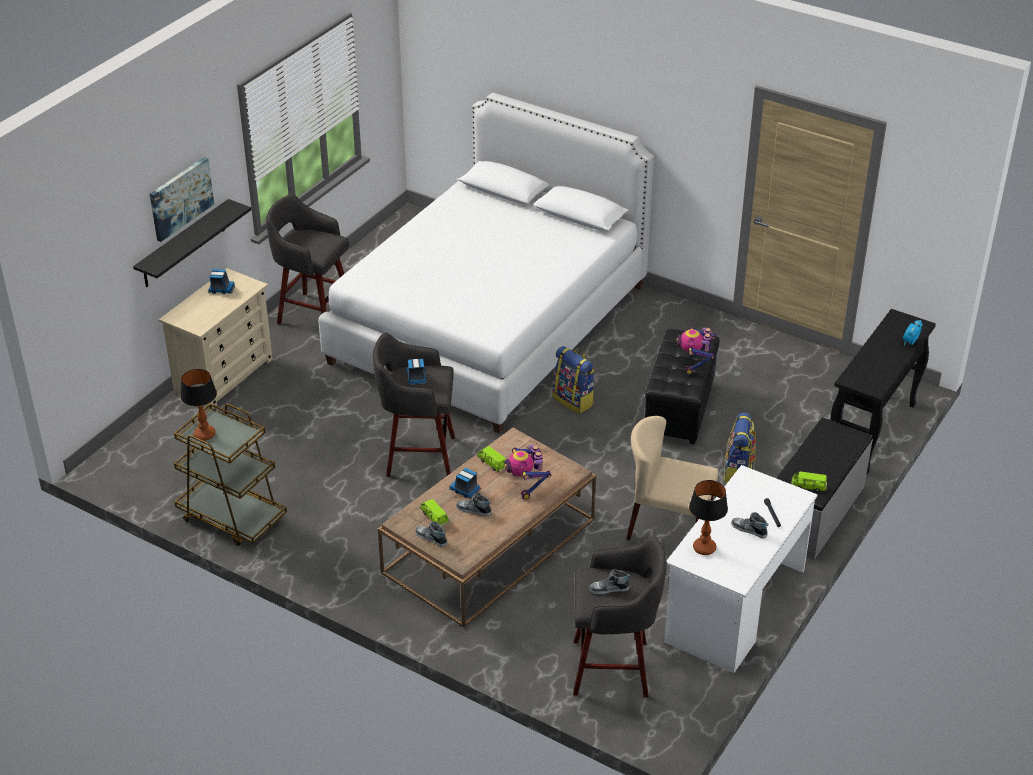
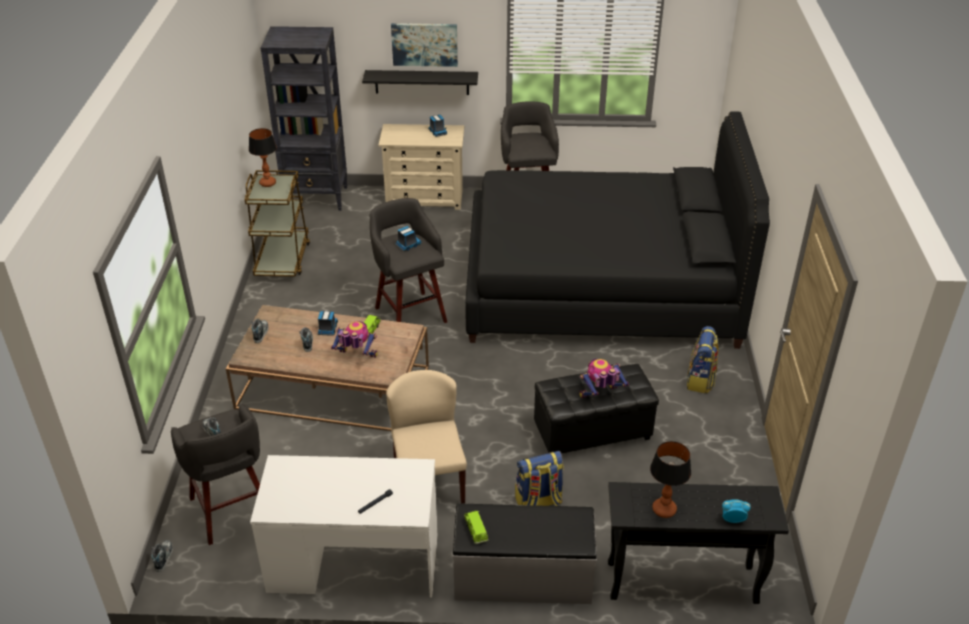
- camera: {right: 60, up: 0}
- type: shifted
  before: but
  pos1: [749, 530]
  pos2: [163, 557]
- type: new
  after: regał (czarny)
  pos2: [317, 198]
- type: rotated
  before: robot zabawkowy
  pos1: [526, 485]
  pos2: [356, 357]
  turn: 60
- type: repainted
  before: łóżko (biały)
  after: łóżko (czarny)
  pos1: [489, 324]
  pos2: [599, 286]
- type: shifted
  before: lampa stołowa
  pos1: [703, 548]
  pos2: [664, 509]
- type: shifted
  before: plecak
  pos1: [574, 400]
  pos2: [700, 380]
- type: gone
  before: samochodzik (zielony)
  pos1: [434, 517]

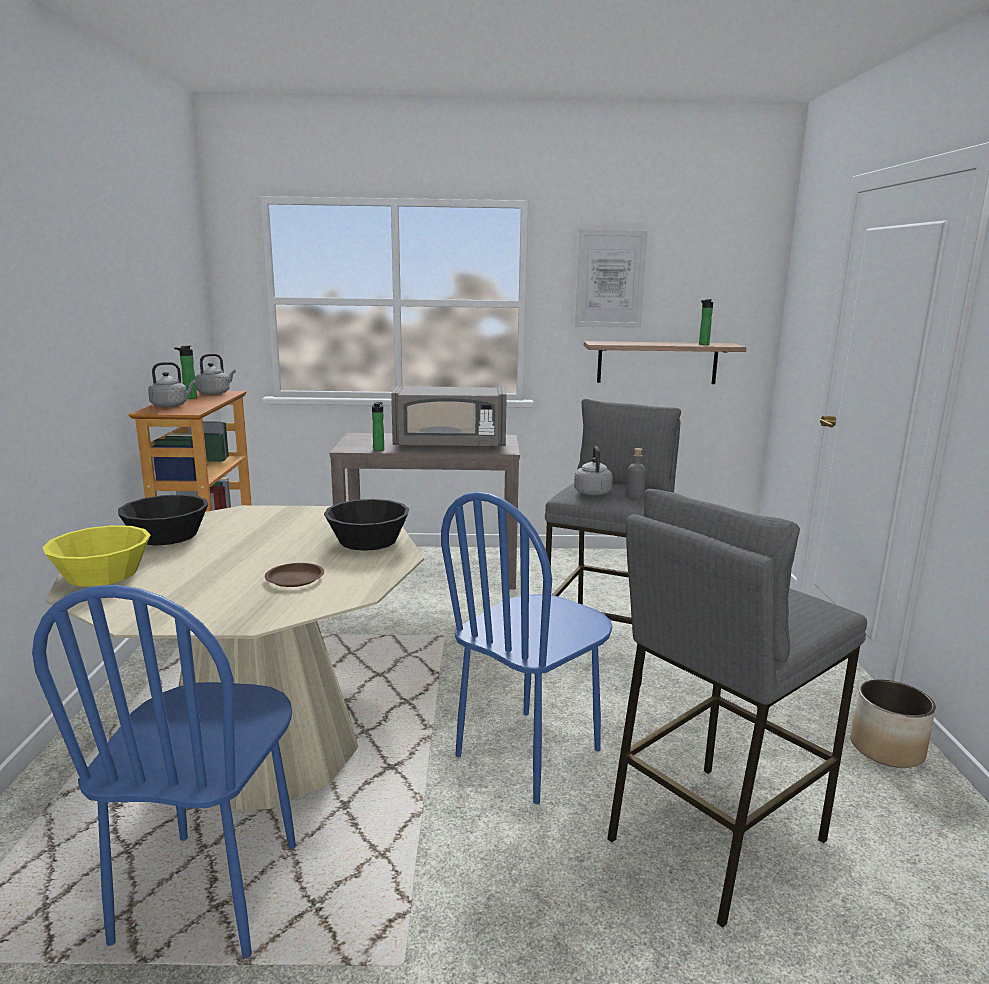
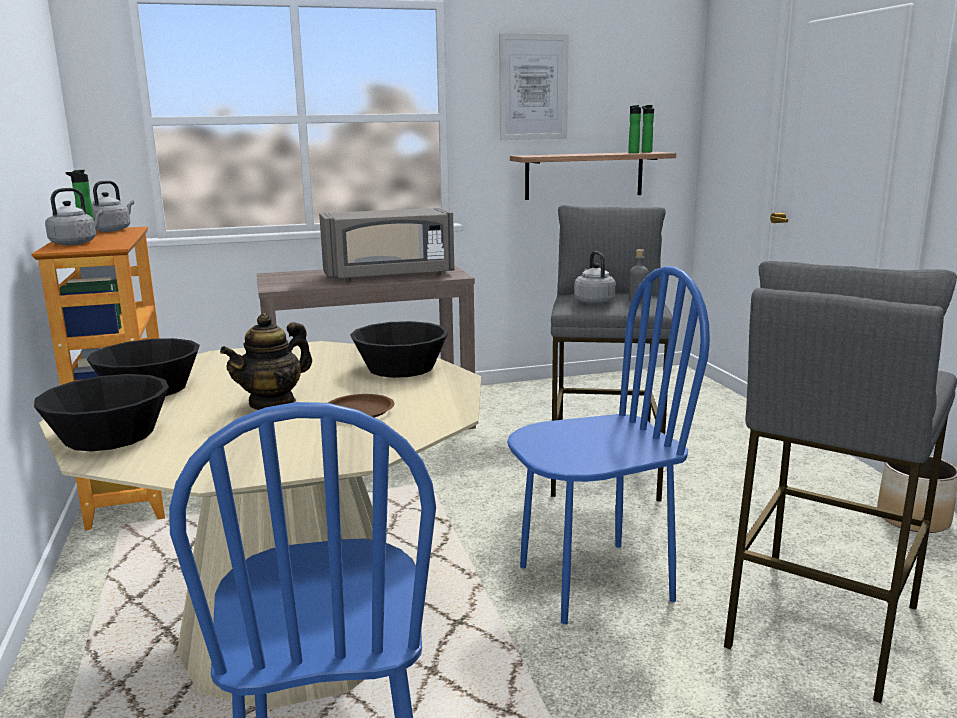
- camera: {right: -15, up: 0}
- type: repainted
  before: miska (żółty)
  after: miska (czarny)
  pos1: [102, 573]
  pos2: [108, 435]
- type: new
  after: imbryk
  pos2: [272, 403]
- type: rotated
  before: krzesło (niebieski)
  pos1: [529, 753]
  pos2: [594, 582]
  turn: -135
- type: shifted
  before: butelka
  pos1: [379, 449]
  pos2: [646, 152]

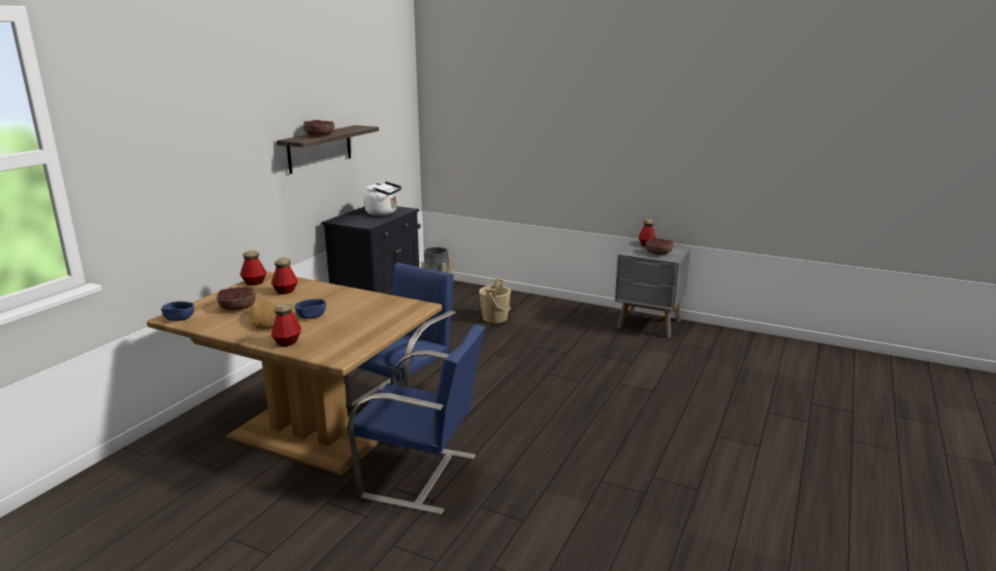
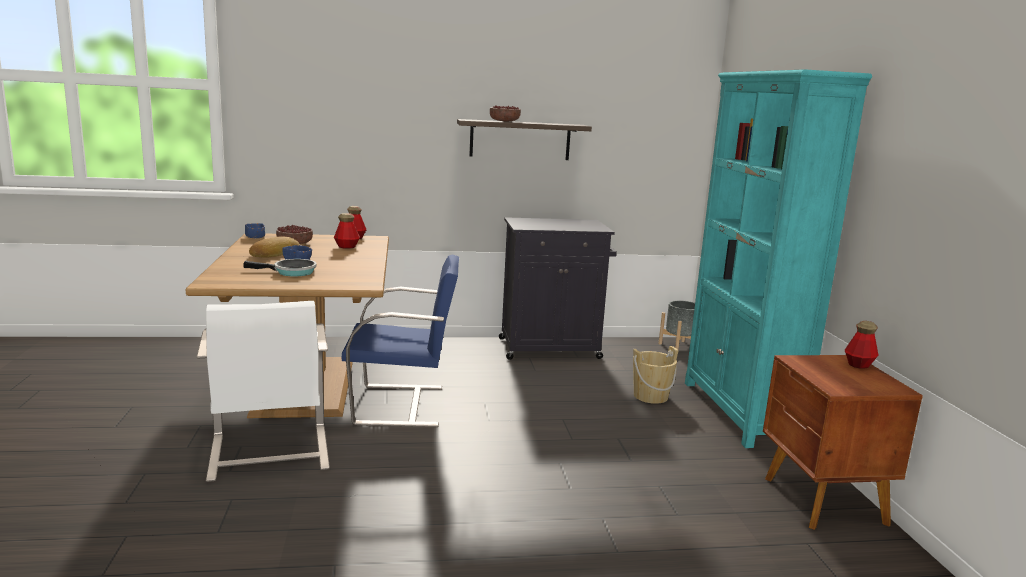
- camera: {right: 55, up: -5}
- type: repainted
  before: krzesło (niebieski)
  after: krzesło (biały)
  pos1: [421, 477]
  pos2: [268, 453]
- type: new
  after: patelnia
  pos2: [291, 272]
- type: new
  after: regał (turkusowy)
  pos2: [739, 412]
- type: repainted
  before: szafka nocna (szary)
  after: szafka nocna (brązowy)
  pos1: [649, 325]
  pos2: [823, 501]
- type: gone
  before: butelka
  pos1: [287, 342]
- type: gone
  before: czajnik (biały)
  pos1: [383, 213]
- type: gone
  before: miska
  pos1: [658, 253]

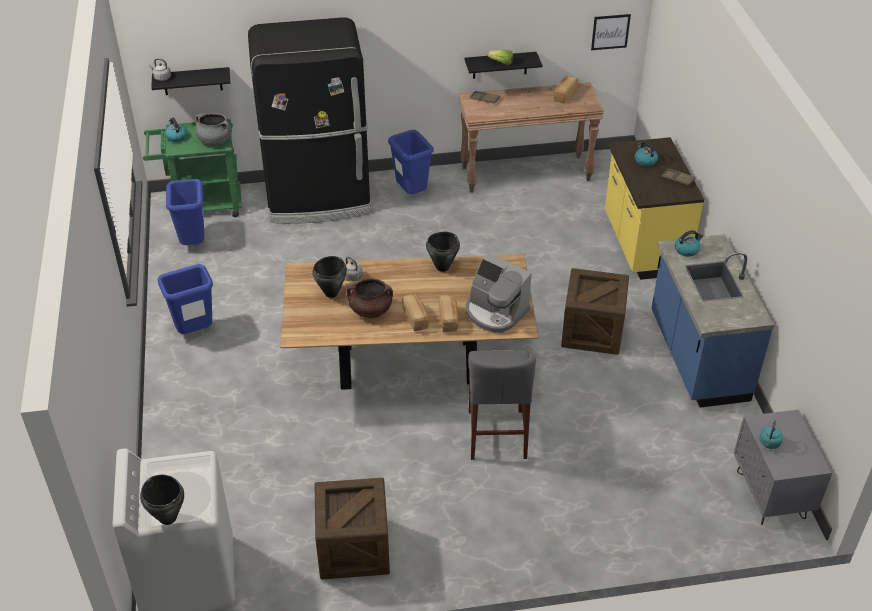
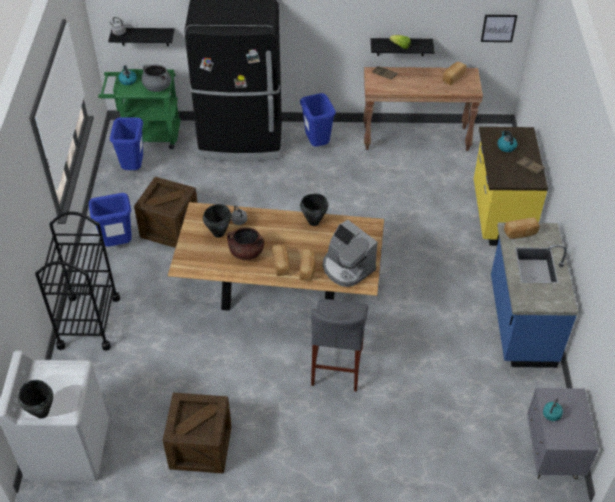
- camera: {right: 10, up: 5}
- type: new
  after: wózek (czarny)
  pos2: [89, 322]
- type: shifted
  before: skrzynka
  pos1: [592, 332]
  pos2: [170, 228]
- type: swapped
  before: czajnik
  after: chleb
  pos1: [687, 250]
  pos2: [520, 233]

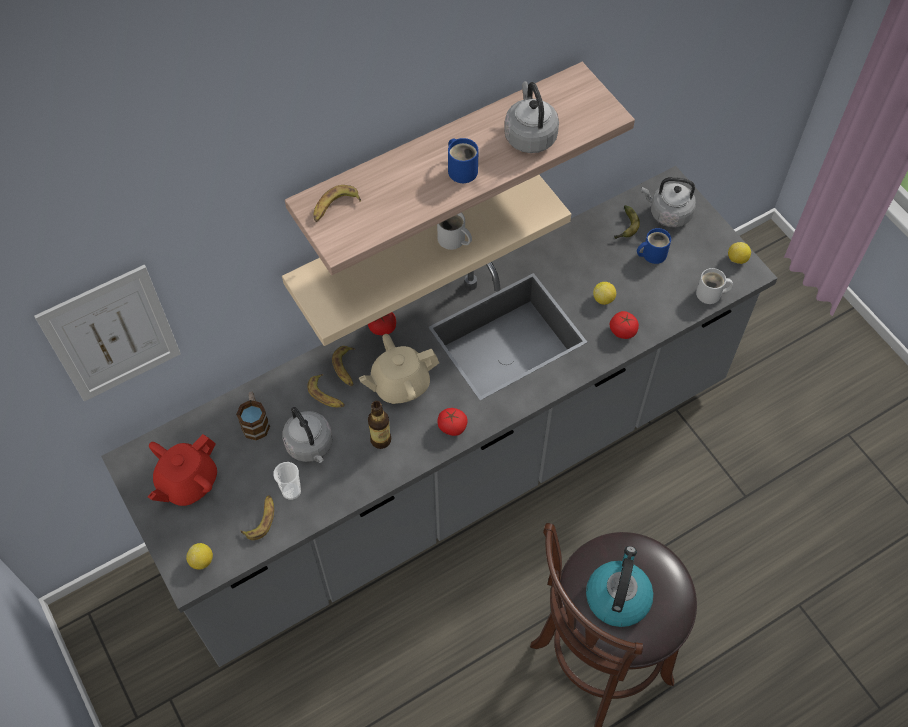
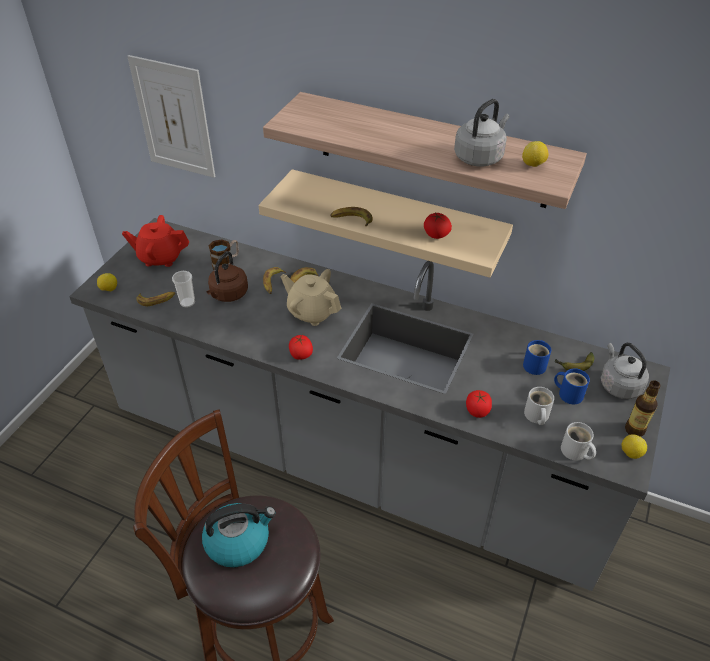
- camera: {right: 55, up: -15}
- type: repainted
  before: czajnik (szary)
  after: czajnik (brązowy)
  pos1: [310, 446]
  pos2: [228, 294]
- type: shifted
  before: banan
  pos1: [335, 207]
  pos2: [351, 220]
- type: shifted
  before: pomidor
  pos1: [382, 328]
  pos2: [436, 235]
- type: shifted
  before: cytryna
  pos1: [603, 299]
  pos2: [533, 165]
- type: shifted
  before: kubek (niebieski)
  pos1: [462, 169]
  pos2: [536, 365]
- type: shifted
  before: kubek (biały)
  pos1: [453, 240]
  pos2: [536, 416]
- type: shifted
  before: butelka
  pos1: [381, 440]
  pos2: [634, 430]

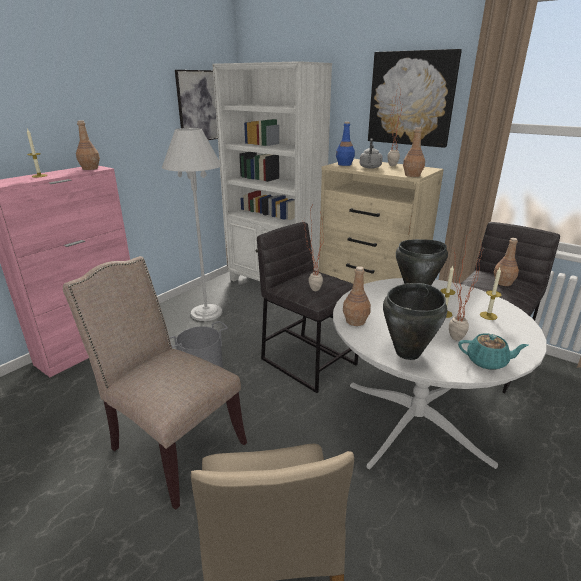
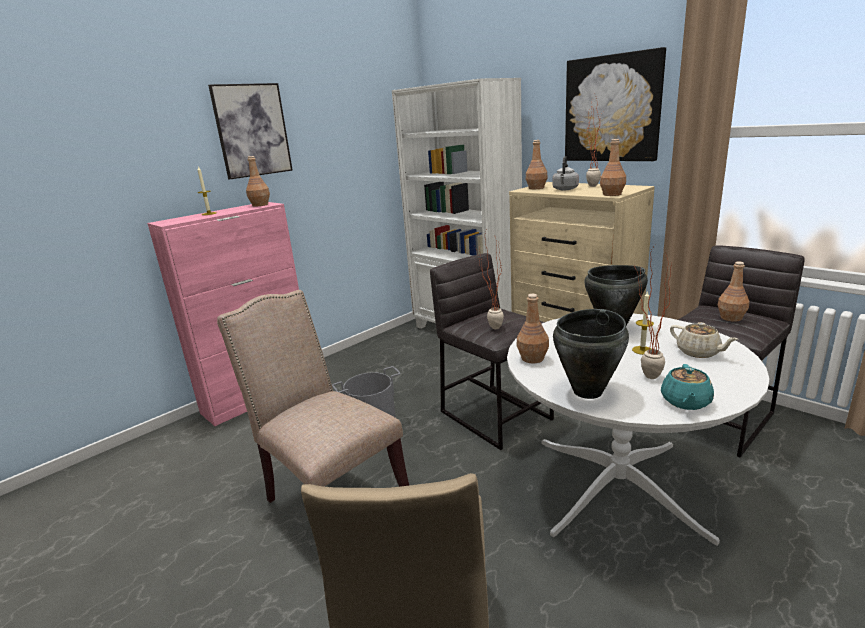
- camera: {right: 10, up: -5}
- type: shifted
  before: obraz
  pos1: [199, 106]
  pos2: [252, 130]
- type: repainted
  before: butelka (niebieski)
  after: butelka (brązowy)
  pos1: [344, 164]
  pos2: [536, 188]
- type: rotated
  before: imbryk (turkusowy)
  pos1: [487, 362]
  pos2: [685, 402]
  turn: 90
- type: swapped
  before: świeca
  after: imbryk (beżowy)
  pos1: [488, 315]
  pos2: [699, 352]
- type: gone
  before: lampa stojąca (biały)
  pos1: [206, 313]

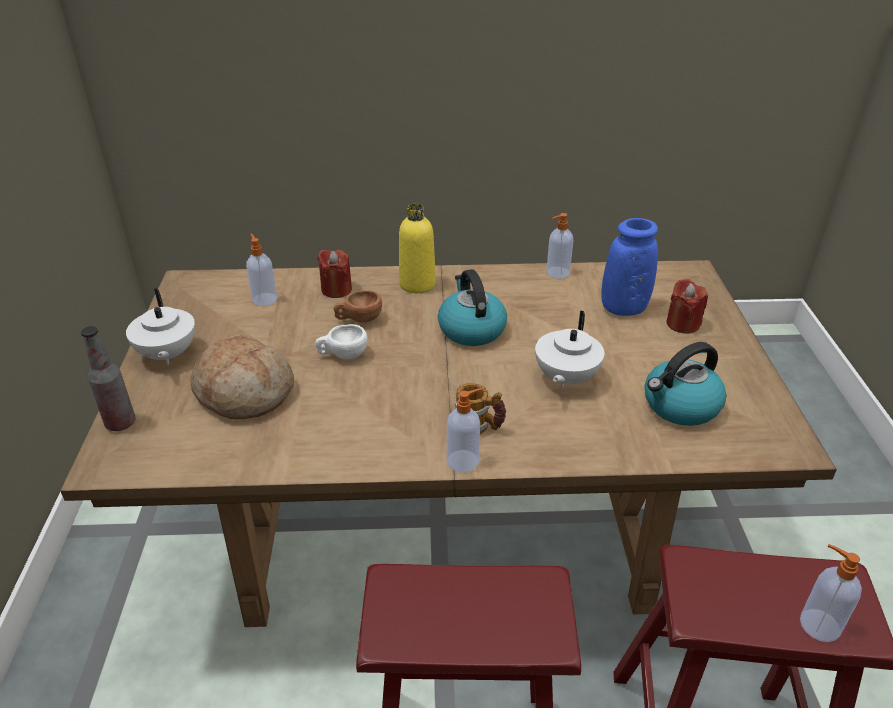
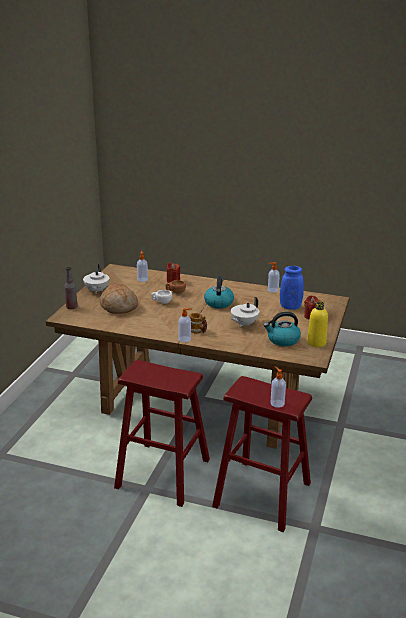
- camera: {right: 20, up: -10}
- type: shifted
  before: butelka (żółty)
  pos1: [417, 284]
  pos2: [316, 343]

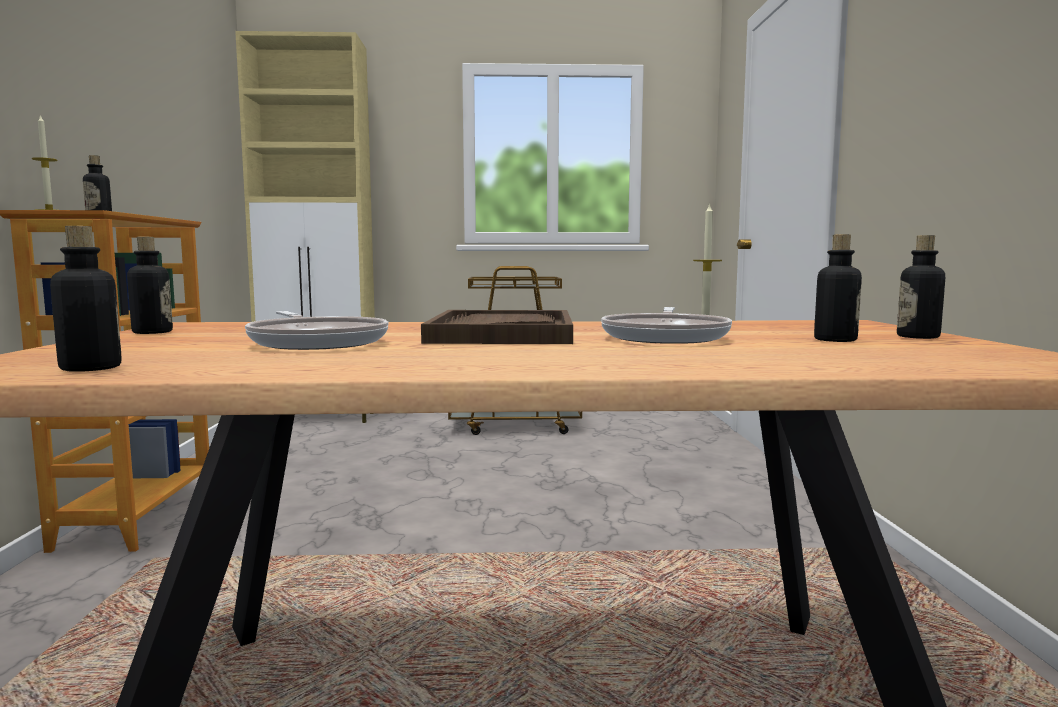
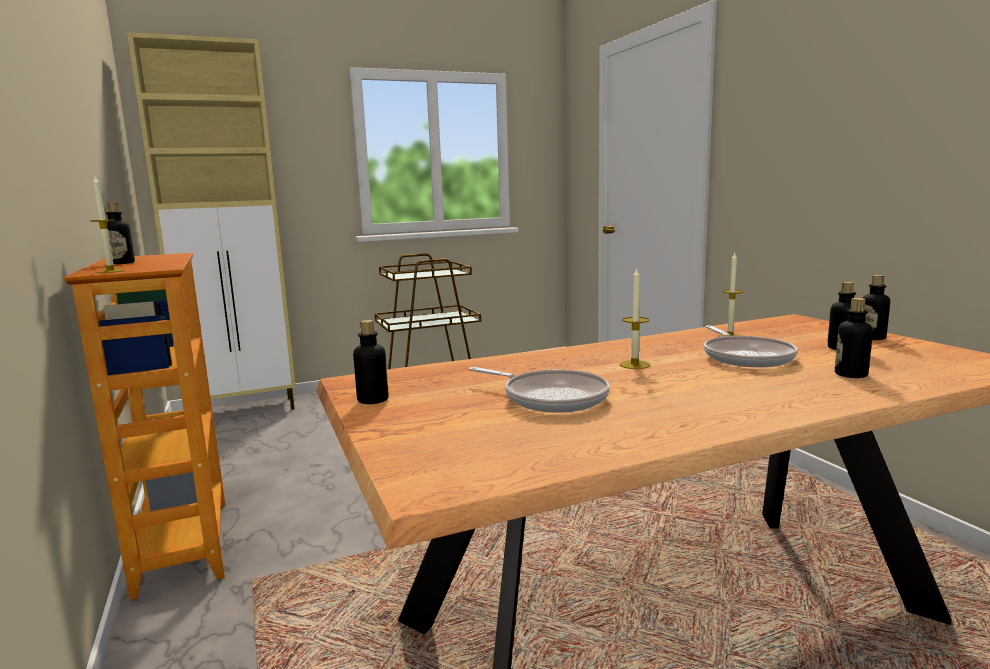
- camera: {right: -20, up: 5}
- type: swapped
  before: taca (brązowy)
  after: świeca
  pos1: [502, 333]
  pos2: [634, 365]
- type: shifted
  before: butelka
  pos1: [90, 368]
  pos2: [851, 374]

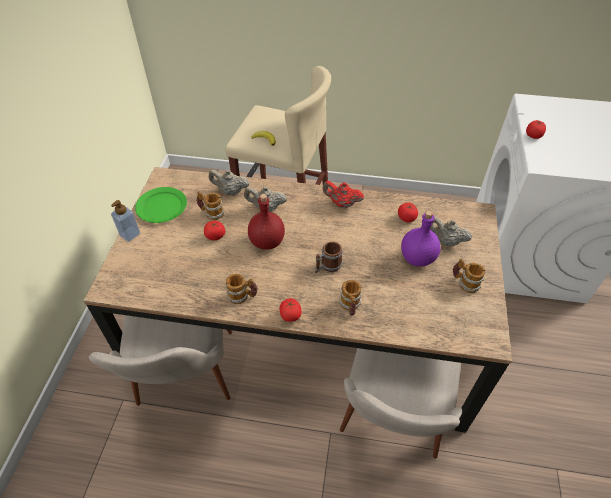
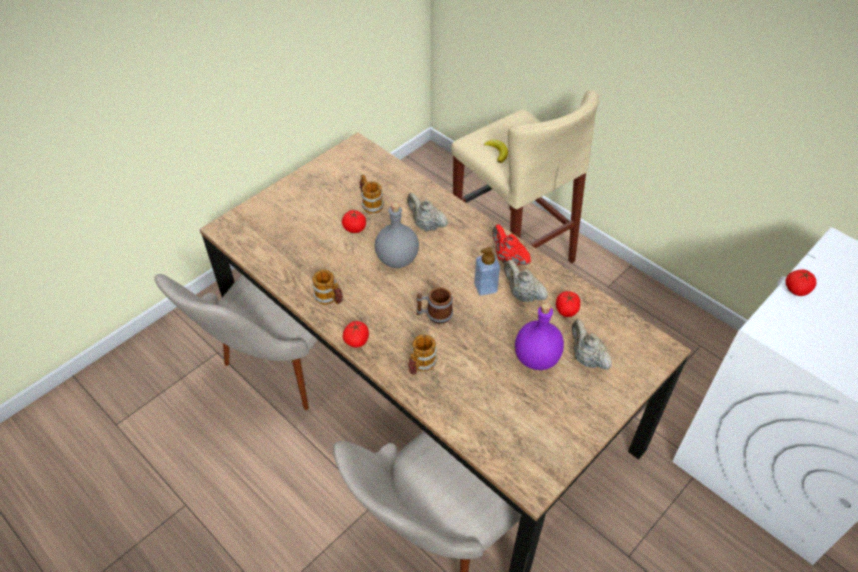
- camera: {right: 35, up: 0}
- type: repainted
  before: butelka (czerwony)
  after: butelka (szary)
  pos1: [267, 241]
  pos2: [398, 259]
- type: shifted
  before: dozownik mydła
  pos1: [130, 234]
  pos2: [485, 287]
- type: shifted
  before: imbryk (beżowy)
  pos1: [230, 191]
  pos2: [522, 294]
- type: gone
  before: talerz (zielony)
  pos1: [162, 206]
- type: gone
  before: kubek
  pos1: [465, 282]

